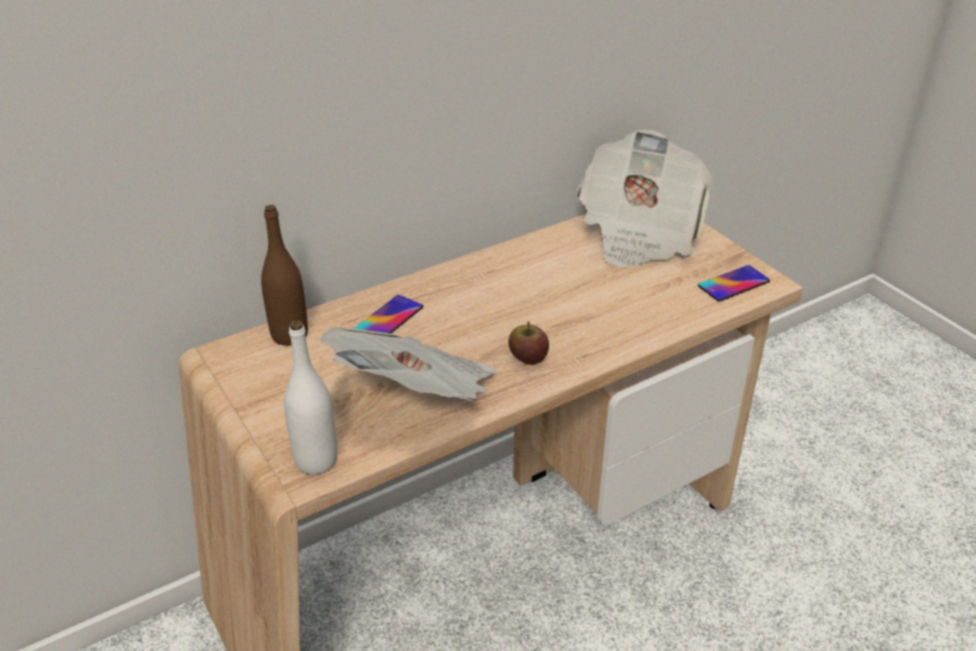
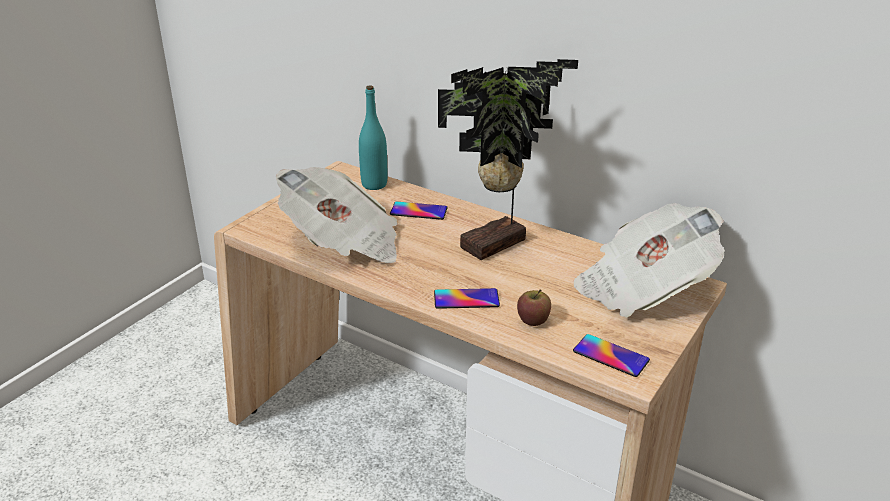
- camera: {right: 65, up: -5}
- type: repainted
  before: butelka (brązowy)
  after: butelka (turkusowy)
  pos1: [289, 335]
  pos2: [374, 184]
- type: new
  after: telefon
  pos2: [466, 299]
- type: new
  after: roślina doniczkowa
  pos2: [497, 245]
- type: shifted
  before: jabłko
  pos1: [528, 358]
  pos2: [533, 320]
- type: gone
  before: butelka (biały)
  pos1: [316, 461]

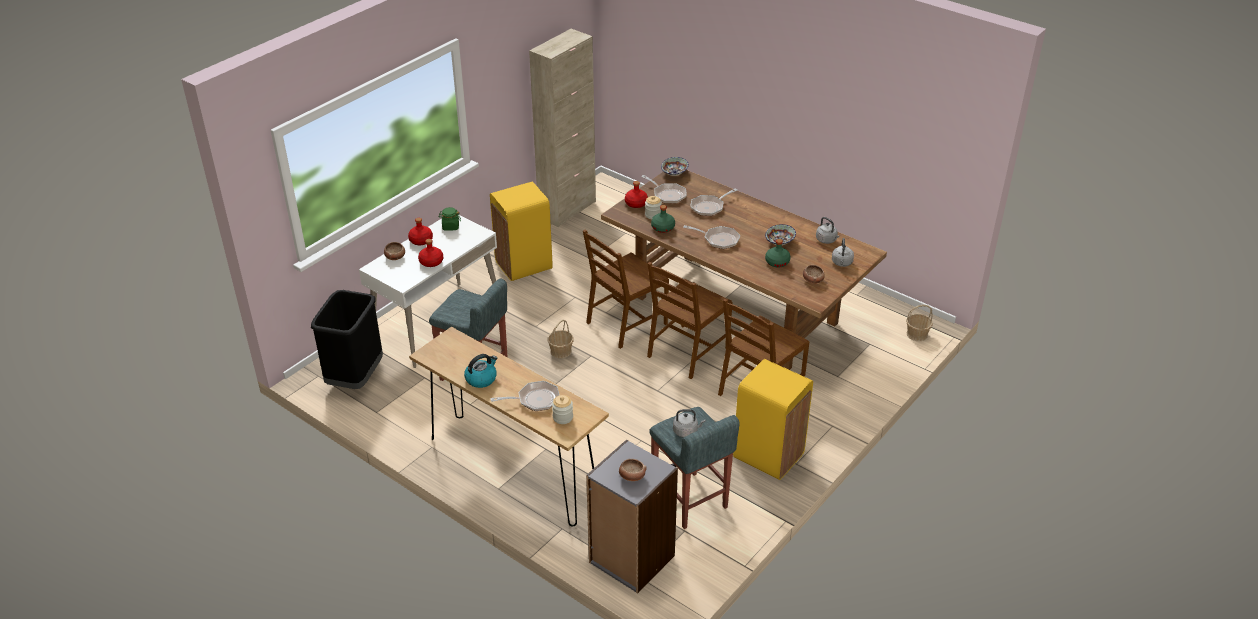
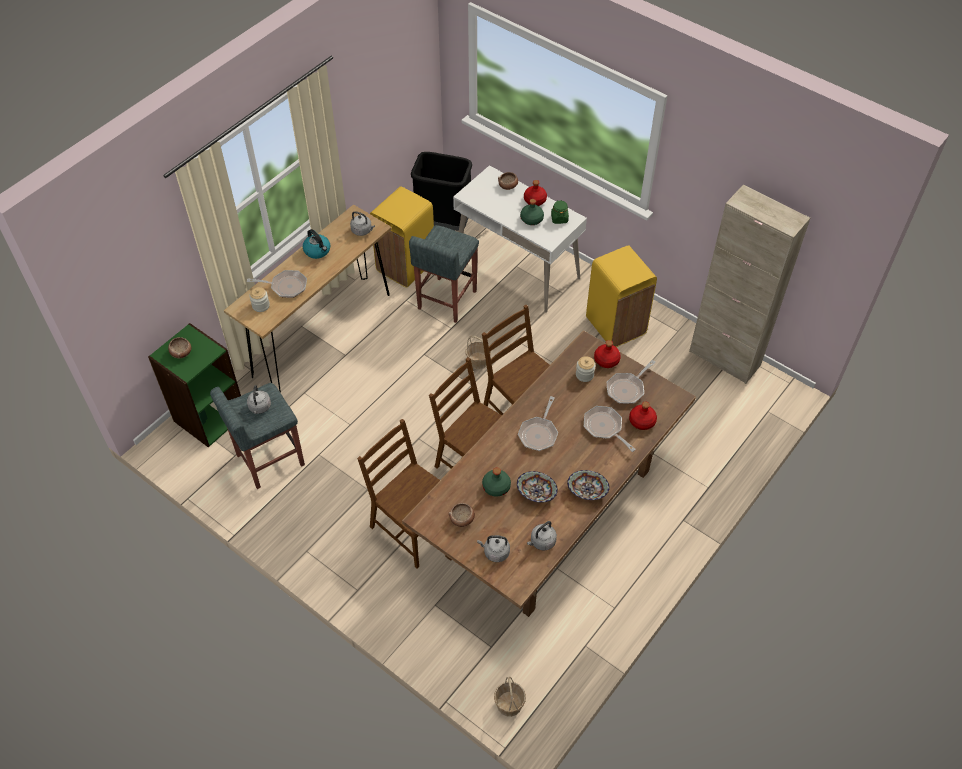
- camera: {right: 90, up: 15}
- type: repainted
  before: regał (szary)
  after: regał (zielony)
  pos1: [631, 559]
  pos2: [209, 417]
- type: rotated
  before: patelnia
  pos1: [534, 400]
  pos2: [286, 286]
  turn: -75
- type: new
  after: czajnik (szary)
  pos2: [362, 231]
- type: shifted
  before: kosz na śmieci (żółty)
  pos1: [768, 456]
  pos2: [405, 266]
- type: shifted
  before: butelka (zielony)
  pos1: [663, 228]
  pos2: [531, 219]
- type: shifted
  before: miska
  pos1: [675, 173]
  pos2: [587, 491]
- type: shifted
  before: butelka (czerwony)
  pos1: [431, 262]
  pos2: [642, 421]

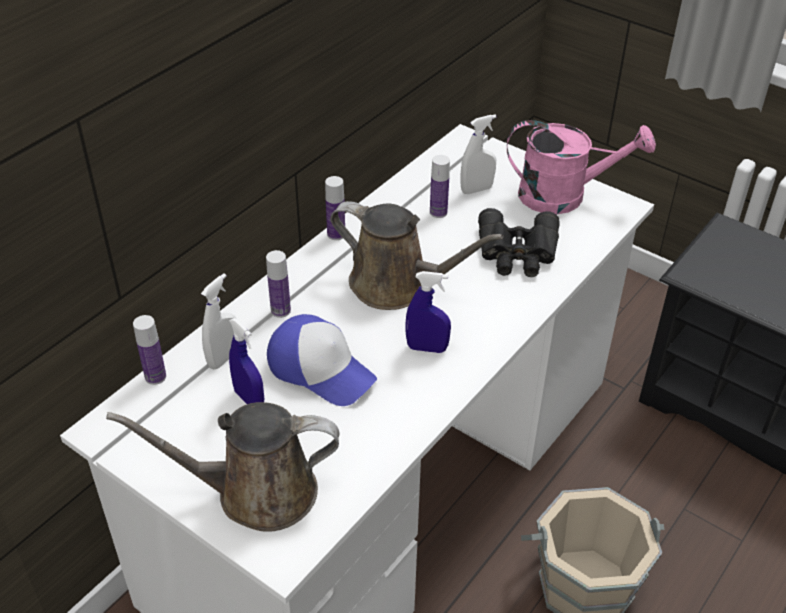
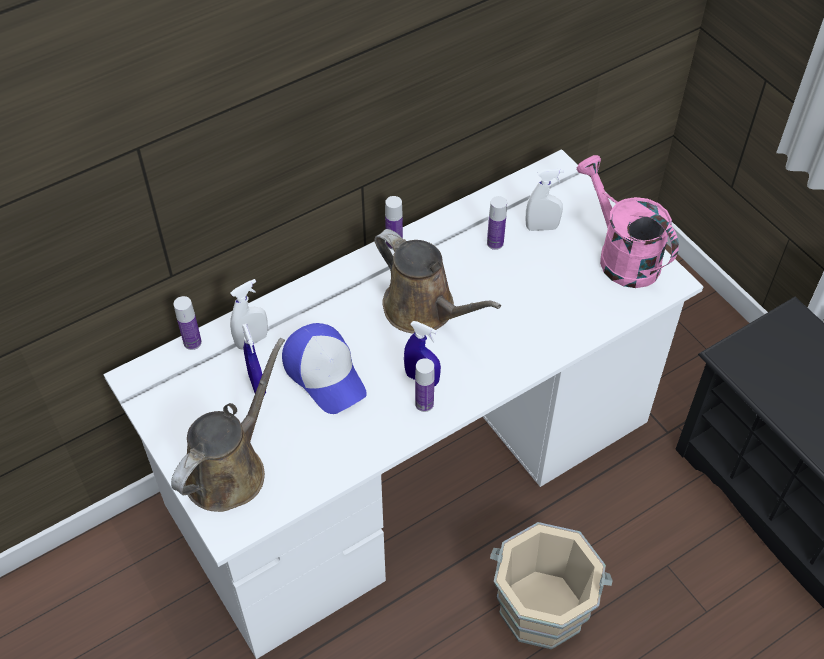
- camera: {right: 20, up: 10}
- type: rotated
  before: konewka (brązowy)
  pos1: [256, 492]
  pos2: [230, 469]
  turn: 105
- type: shifted
  before: butelka
  pos1: [280, 310]
  pos2: [424, 404]
- type: rotated
  before: konewka (różowy)
  pos1: [564, 196]
  pos2: [621, 255]
  turn: -150
- type: gone
  before: lornetka (czarny)
  pos1: [517, 252]

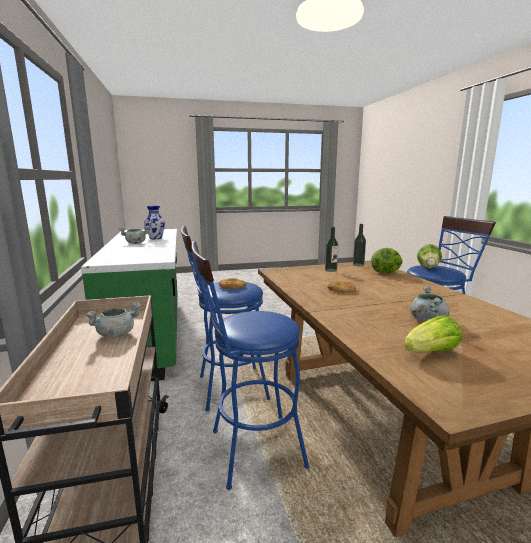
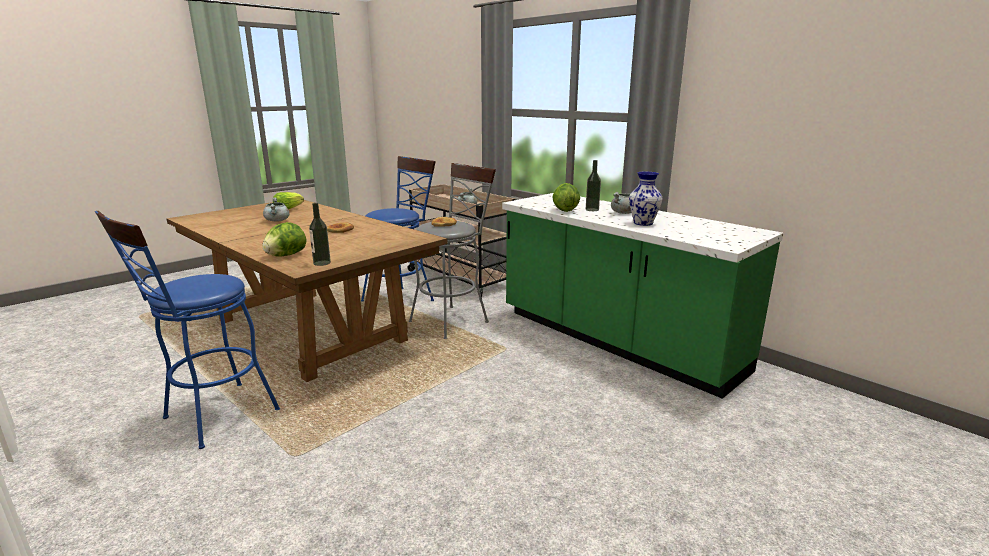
- camera: {right: 150, up: 5}
- type: repainted
  before: stołek (niebieski)
  after: stołek (szary)
  pos1: [226, 388]
  pos2: [453, 320]
- type: shifted
  before: sałata
  pos1: [428, 268]
  pos2: [564, 210]
- type: shifted
  before: butelka
  pos1: [330, 270]
  pos2: [592, 209]

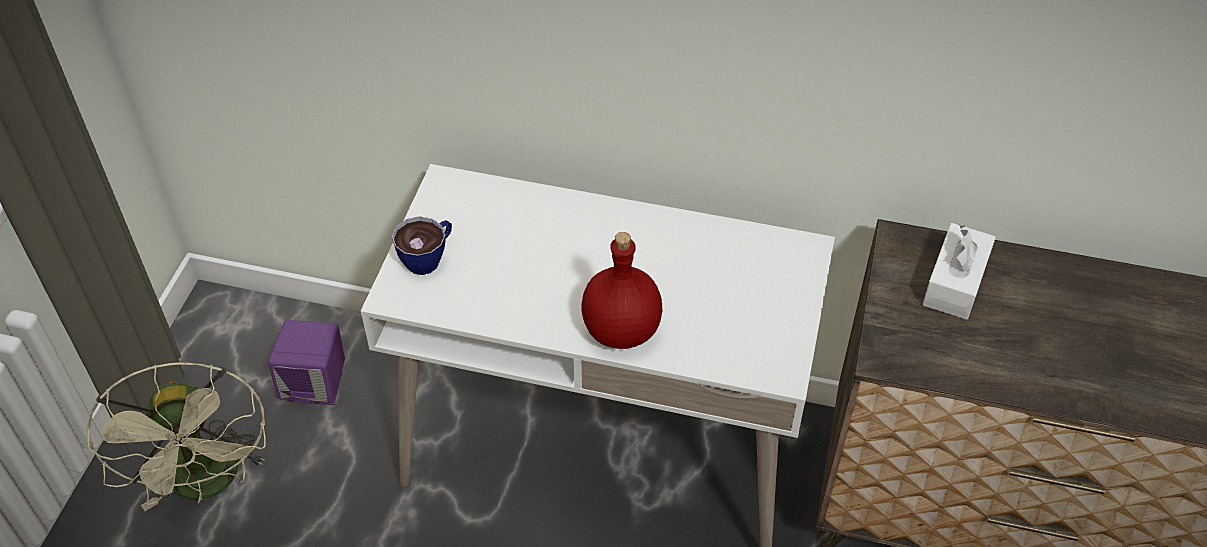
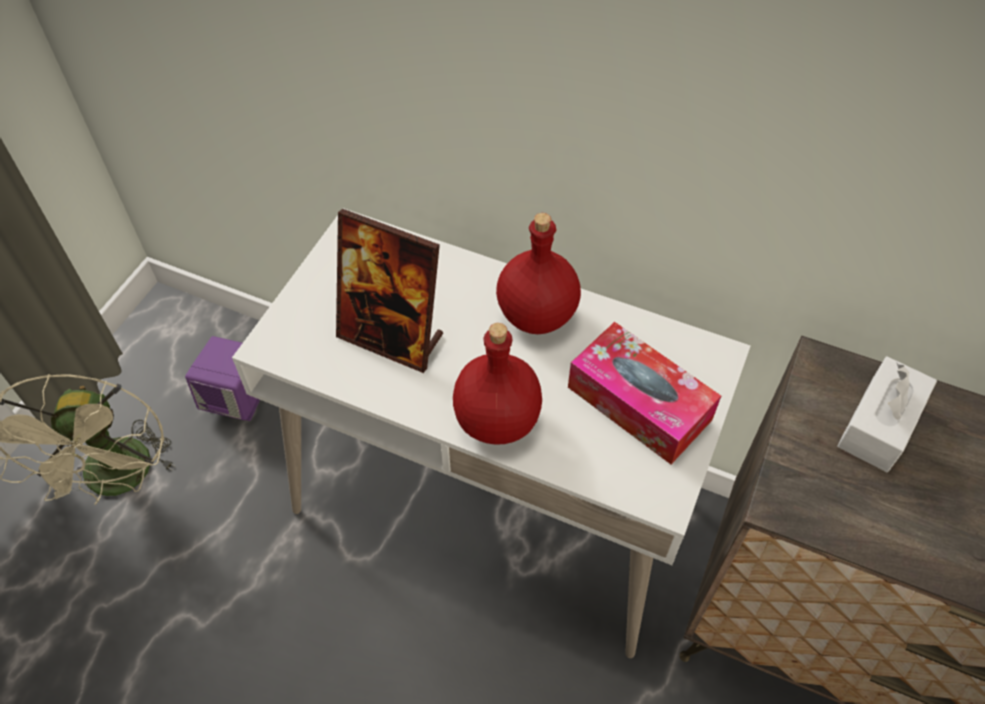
- camera: {right: 10, up: 5}
- type: new
  after: ramka na zdjęcie
  pos2: [391, 337]
- type: new
  after: butelka (czerwony)
  pos2: [535, 315]
- type: new
  after: pudełko chusteczek
  pos2: [639, 403]
- type: gone
  before: filiżanka
  pos1: [429, 257]

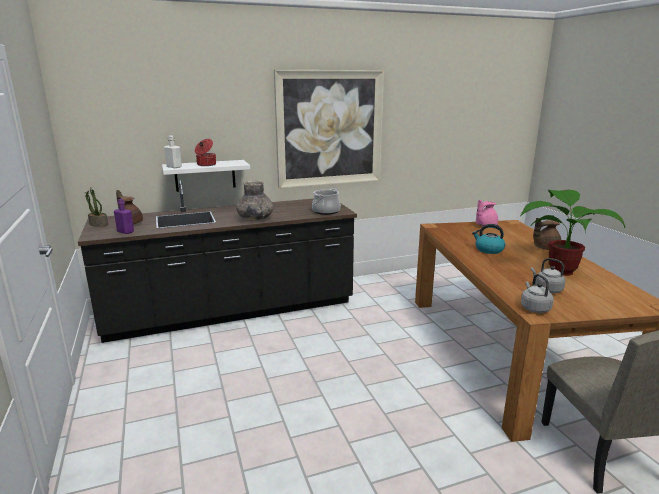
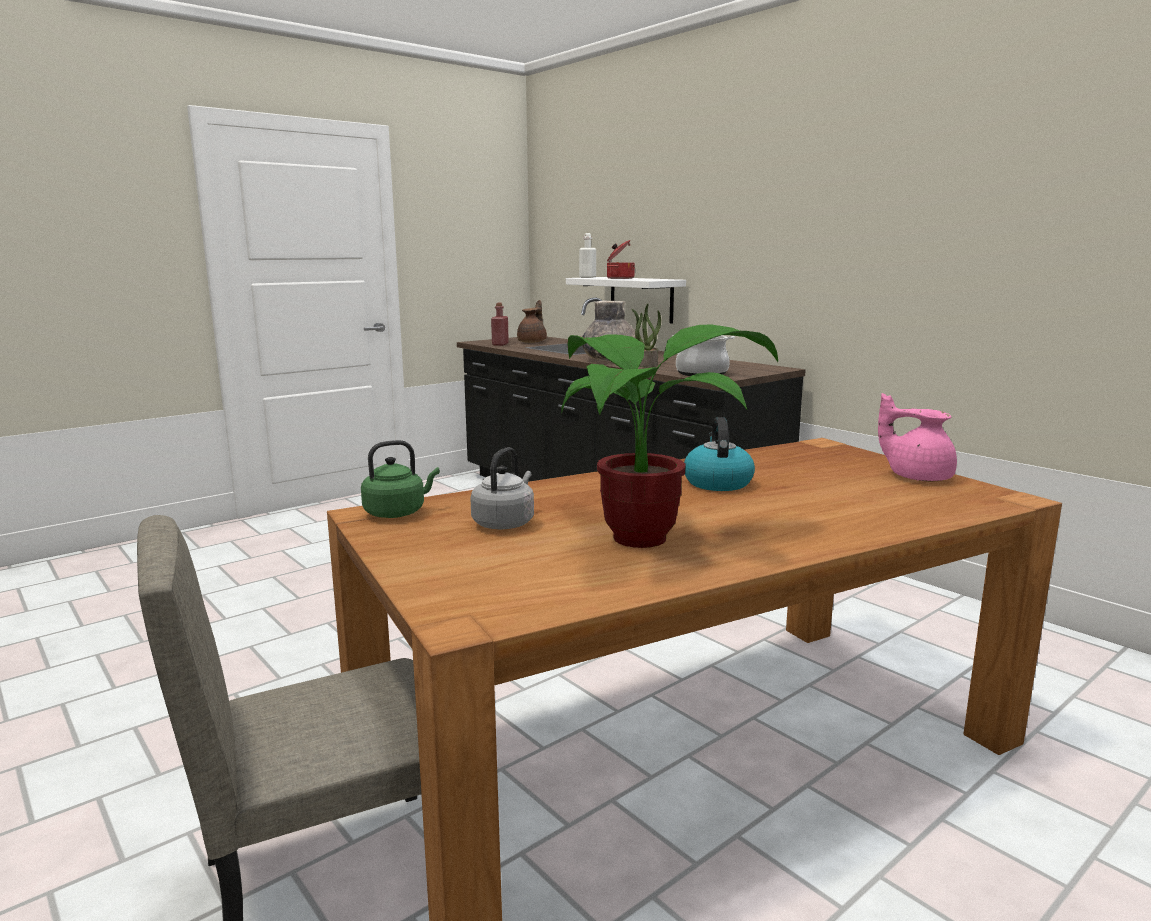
- camera: {right: 70, up: -5}
- type: repainted
  before: czajnik (szary)
  after: czajnik (zielony)
  pos1: [534, 308]
  pos2: [398, 512]
- type: repainted
  before: butelka (fioletowy)
  after: butelka (czerwony)
  pos1: [125, 232]
  pos2: [500, 344]
- type: shifted
  before: roślina doniczkowa
  pos1: [98, 224]
  pos2: [646, 365]
- type: gone
  before: obraz
  pos1: [329, 129]
- type: gone
  before: imbryk (brązowy)
  pos1: [544, 248]

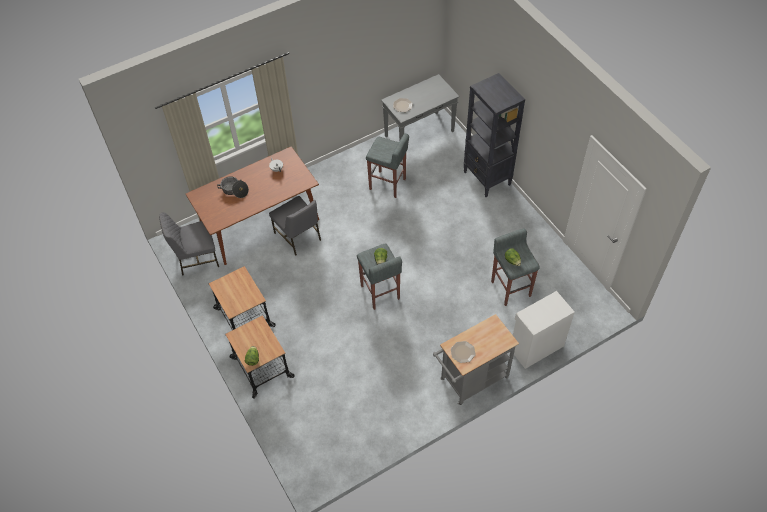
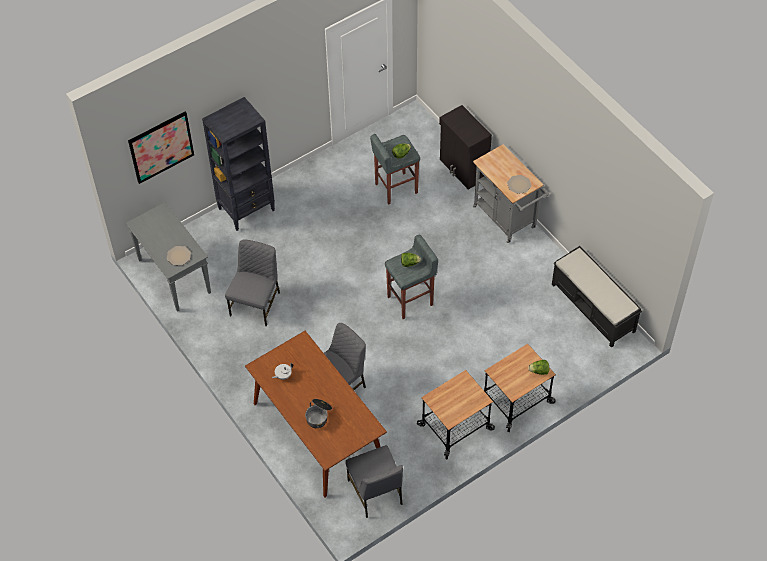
- camera: {right: -95, up: 0}
- type: new
  after: obraz
  pos2: [161, 147]
- type: swapped
  before: stołek (szary)
  after: krzesło (szary)
  pos1: [388, 184]
  pos2: [256, 303]
- type: repainted
  before: szafka (biały)
  after: szafka (czarny)
  pos1: [536, 347]
  pos2: [463, 169]
- type: new
  after: ławka (czarny)
  pos2: [593, 308]

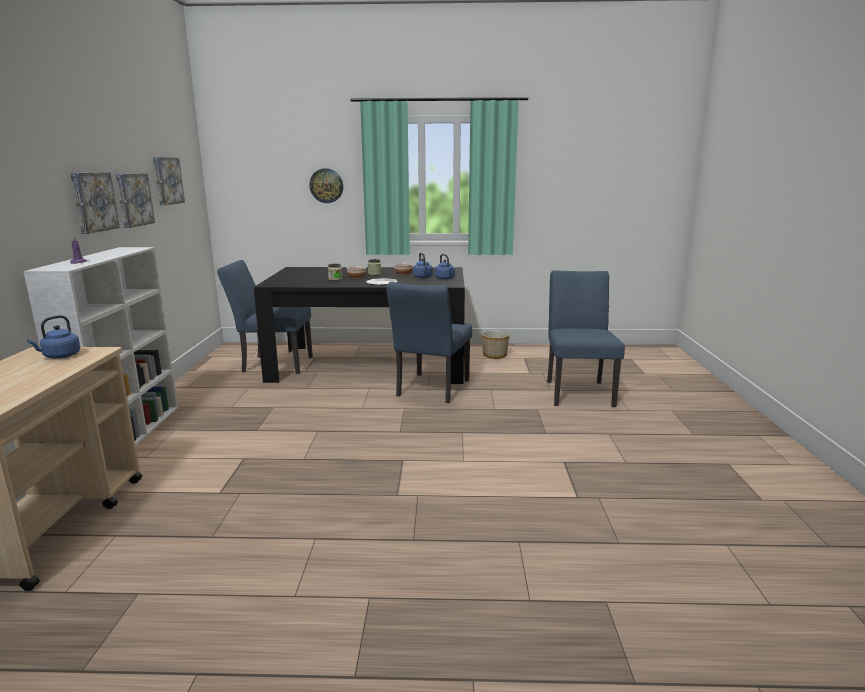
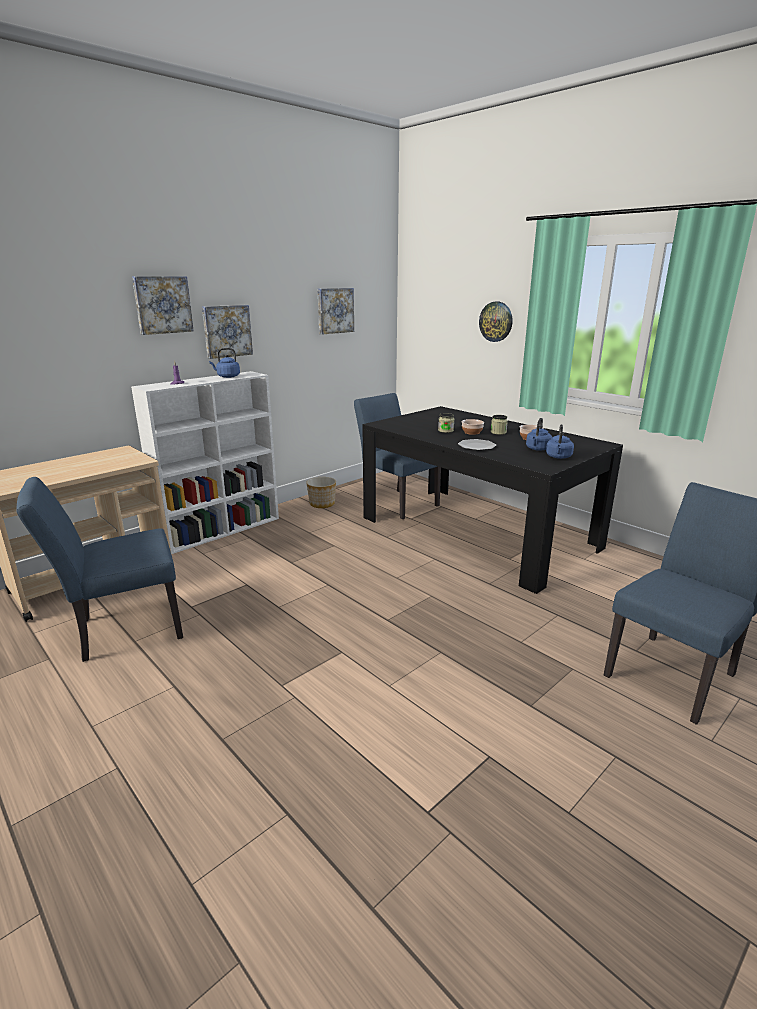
- camera: {right: 45, up: 5}
- type: shifted
  before: krzesło (niebieski)
  pos1: [430, 390]
  pos2: [121, 630]
- type: shifted
  before: obraz
  pos1: [133, 199]
  pos2: [162, 305]
- type: shifted
  before: czajnik (niebieski)
  pos1: [60, 356]
  pos2: [227, 376]
- type: shifted
  before: donica
  pos1: [494, 355]
  pos2: [322, 504]

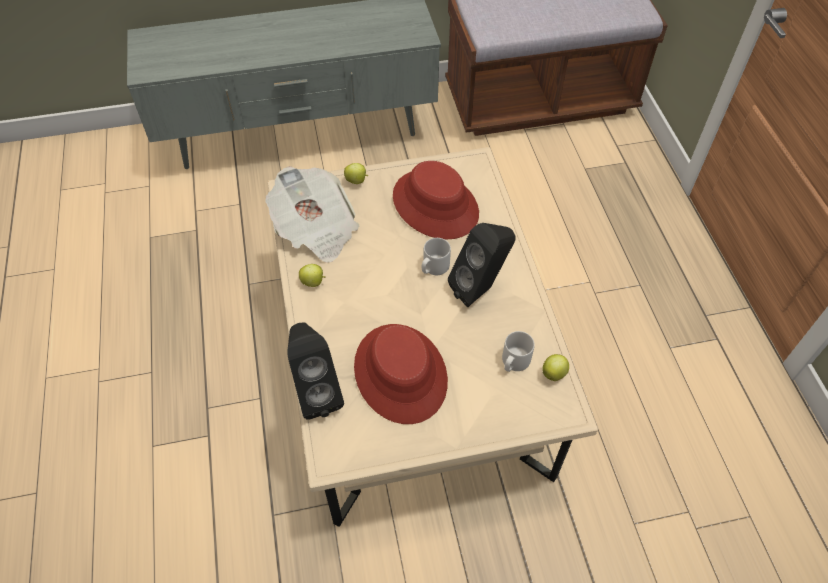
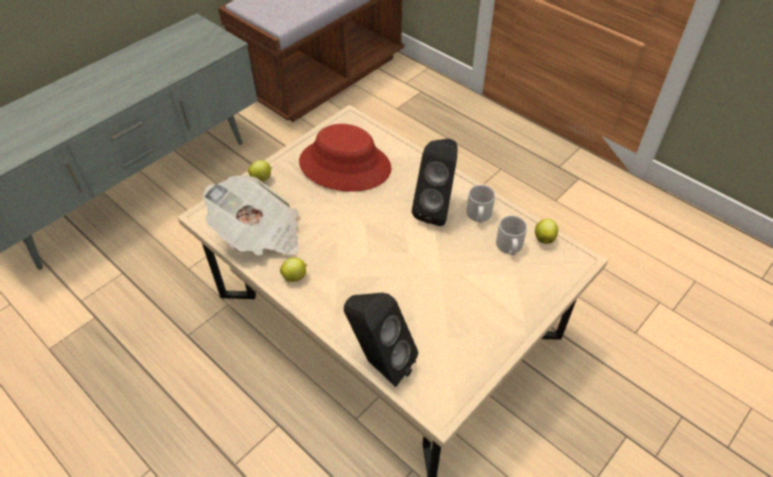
- camera: {right: -35, up: -5}
- type: shifted
  before: kubek (szary)
  pos1: [434, 267]
  pos2: [478, 215]
- type: gone
  before: kapelusz (czerwony)
  pos1: [401, 373]

